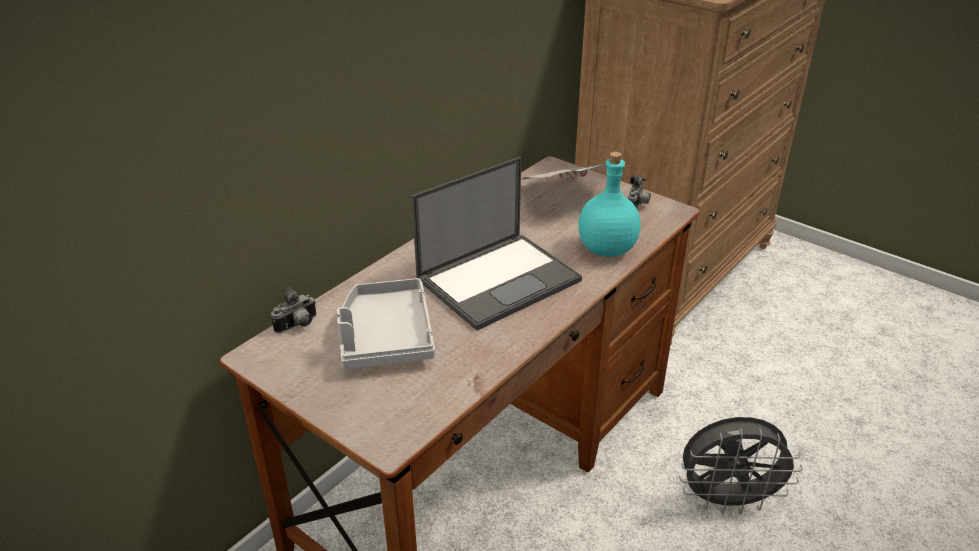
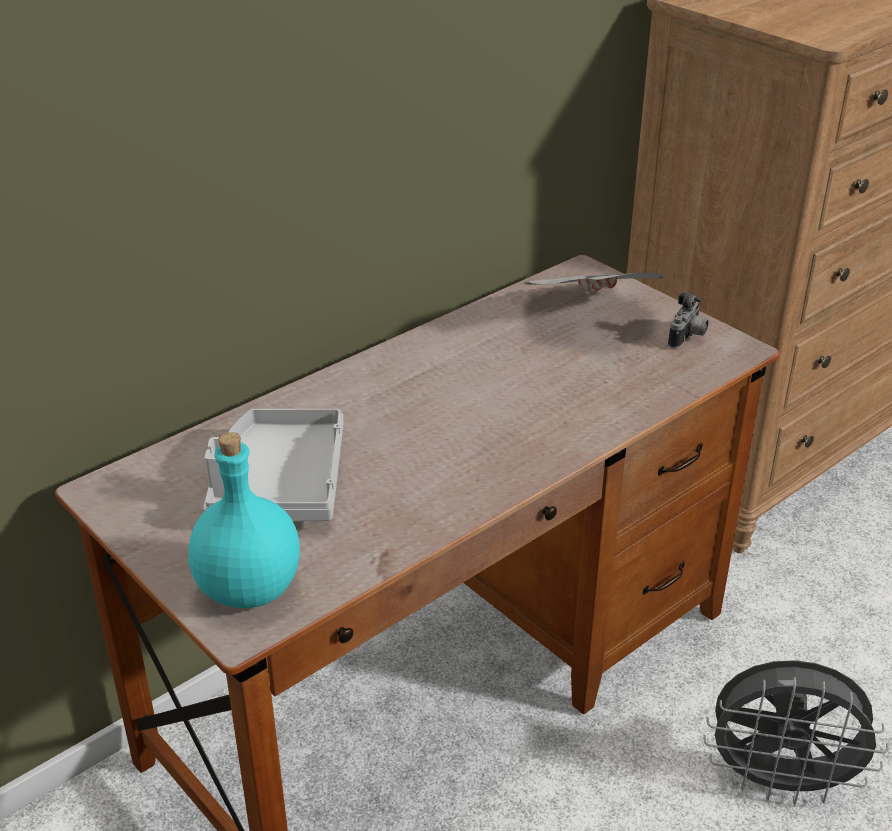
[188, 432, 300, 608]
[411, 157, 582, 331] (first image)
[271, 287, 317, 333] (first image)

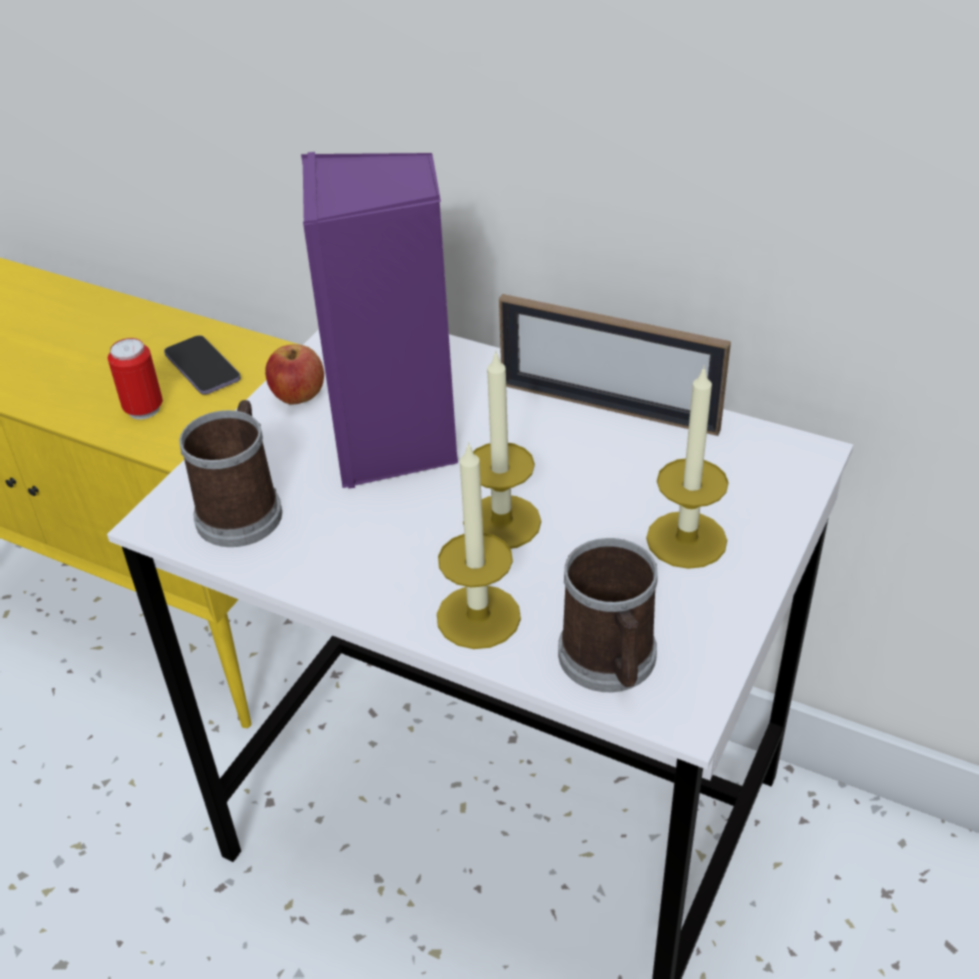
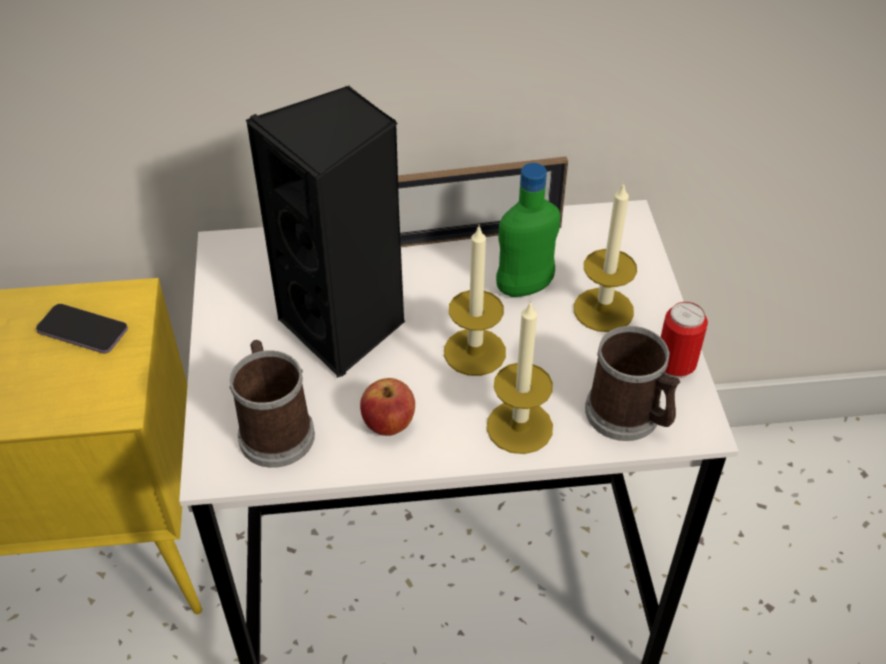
[246, 85, 405, 378]
[661, 302, 708, 378]
[360, 378, 415, 436]
[496, 163, 560, 297]

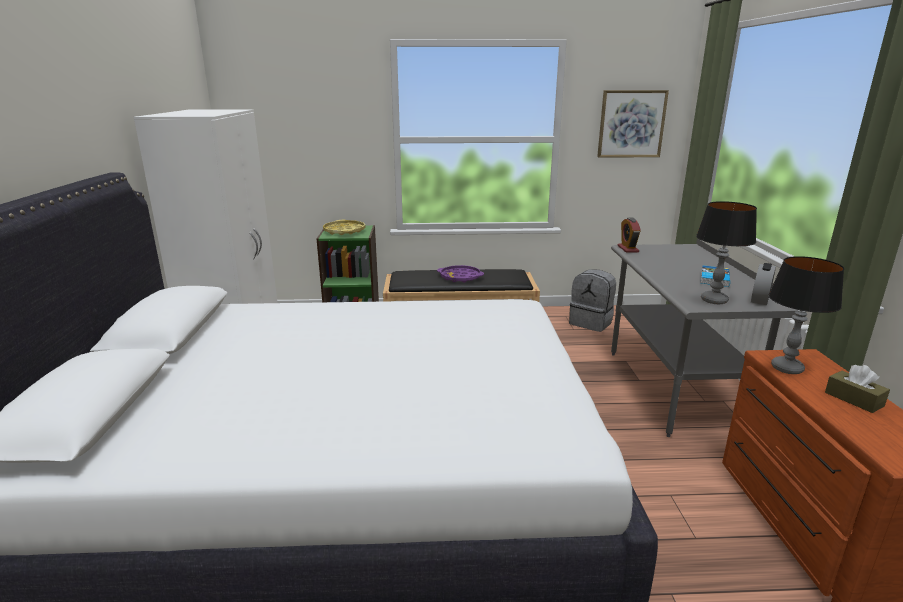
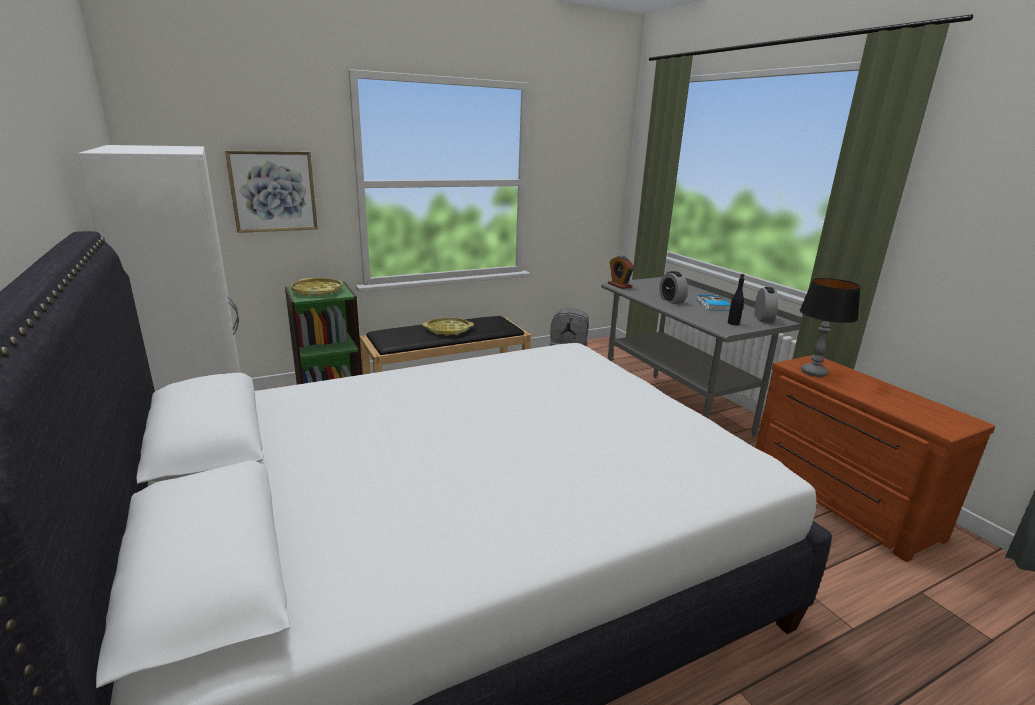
[225, 151, 318, 233]
[728, 274, 744, 325]
[422, 317, 474, 336]
[825, 365, 890, 413] (first image)
[659, 271, 688, 304]

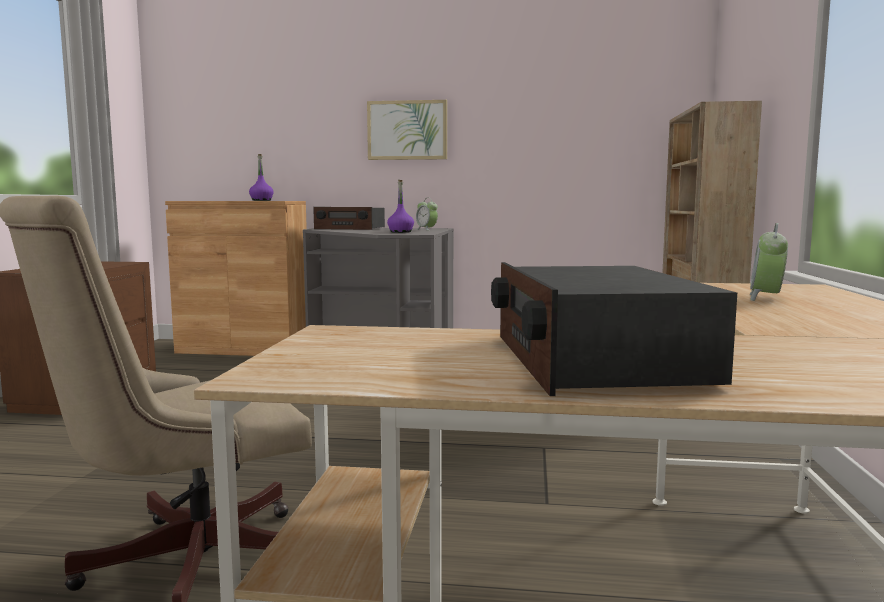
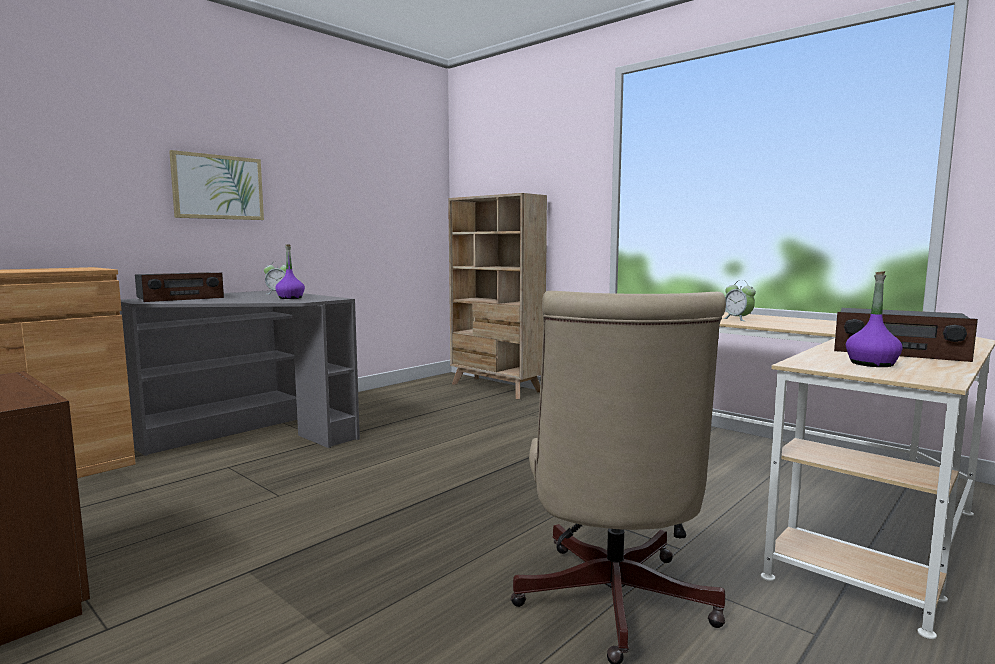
[846, 271, 903, 367]

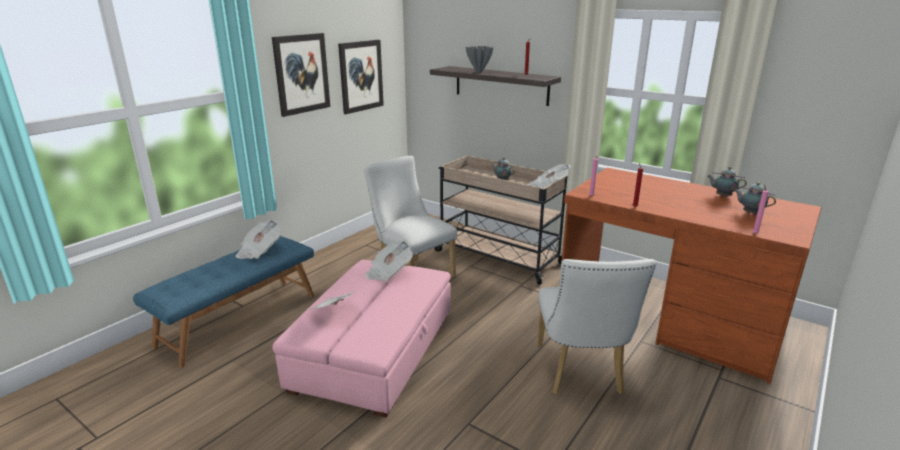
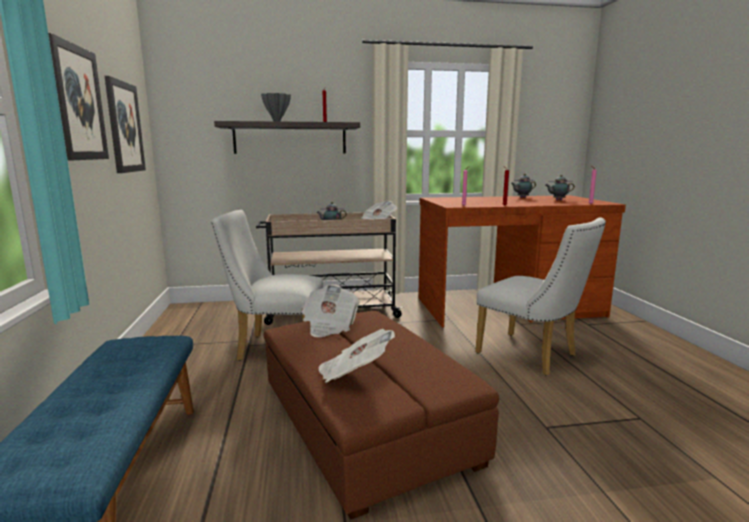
[236, 220, 281, 259] (first image)
[264, 311, 499, 519]

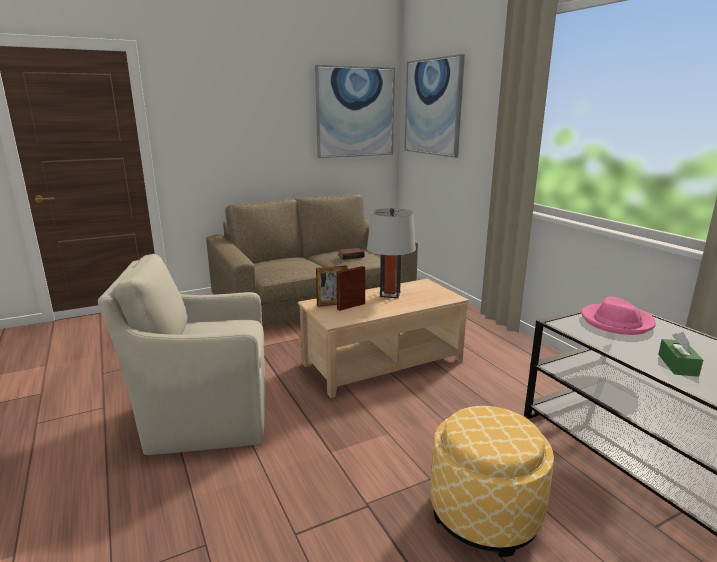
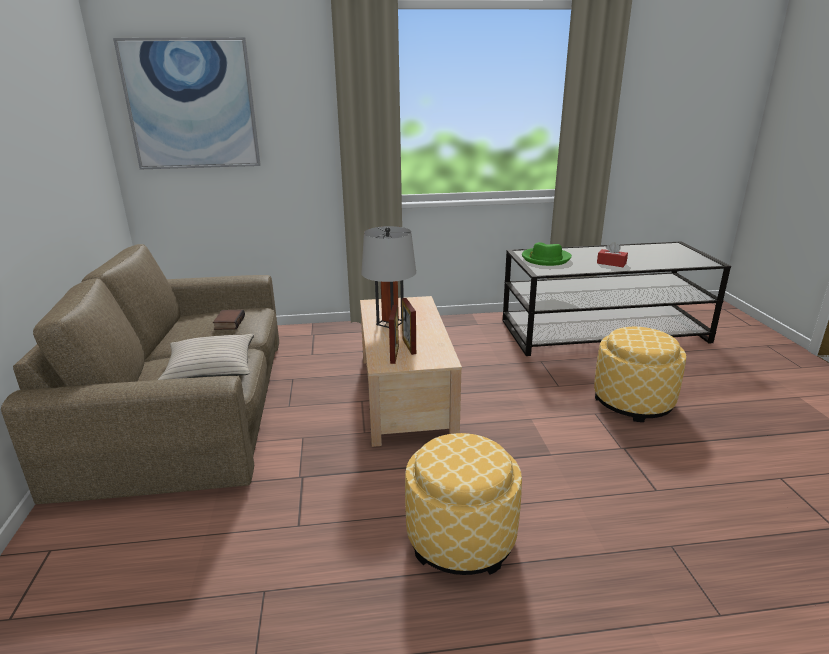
[315, 65, 395, 158] (first image)
[405, 433, 522, 575]
[522, 242, 572, 266]
[597, 242, 628, 267]
[158, 334, 254, 380]

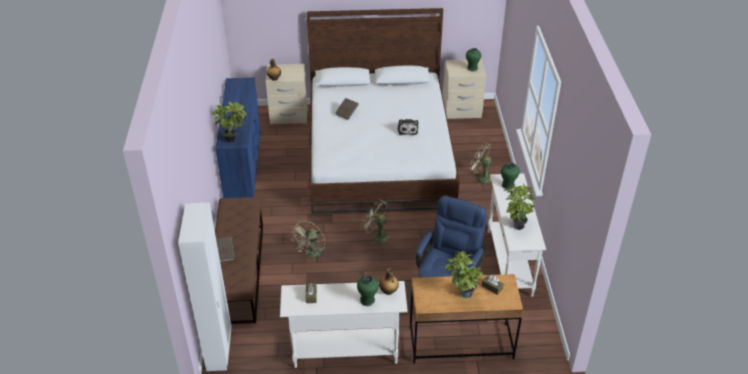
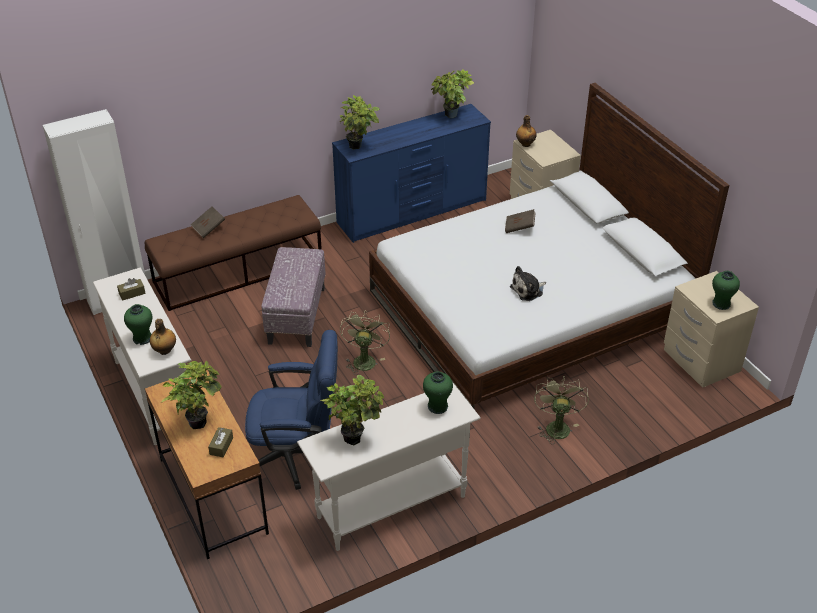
[261, 247, 326, 347]
[431, 69, 474, 118]

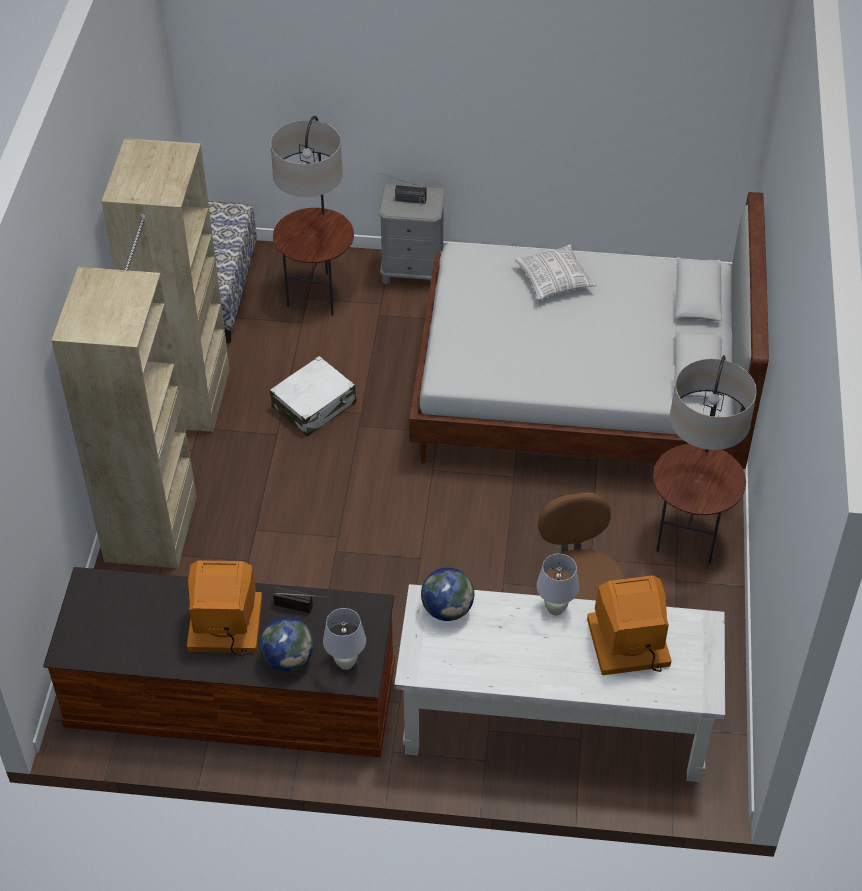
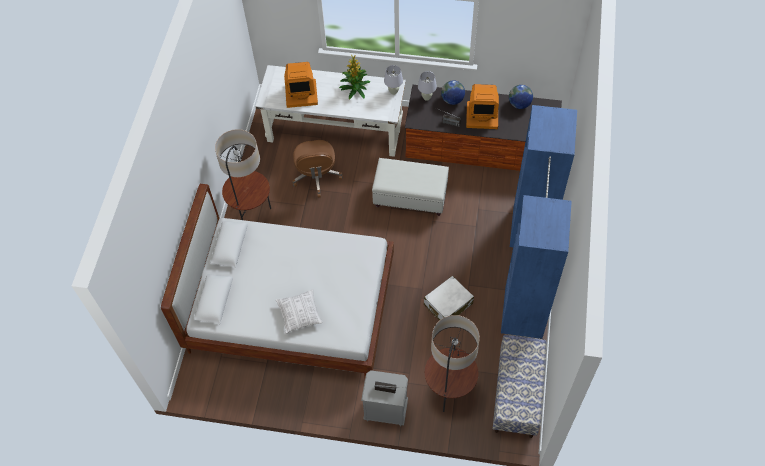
[501, 105, 577, 339]
[384, 65, 403, 95]
[509, 85, 533, 109]
[339, 55, 371, 100]
[372, 158, 449, 216]

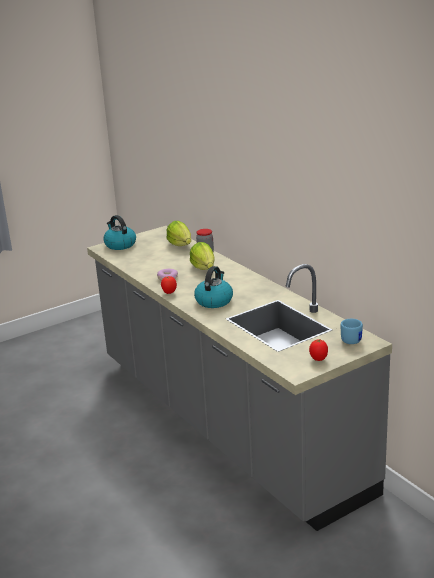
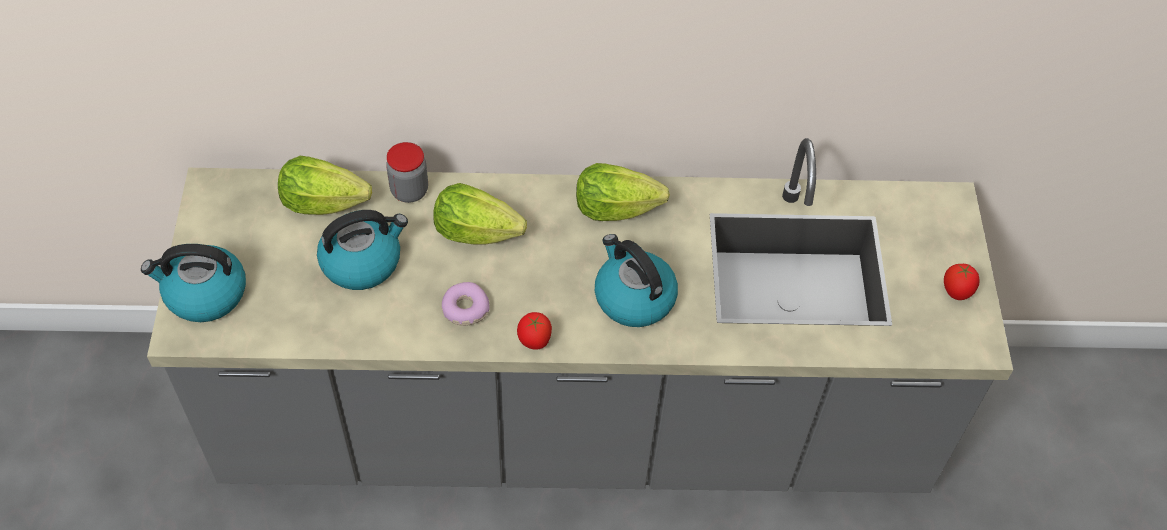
[341, 319, 363, 344] (first image)
[576, 163, 670, 221]
[317, 210, 408, 290]

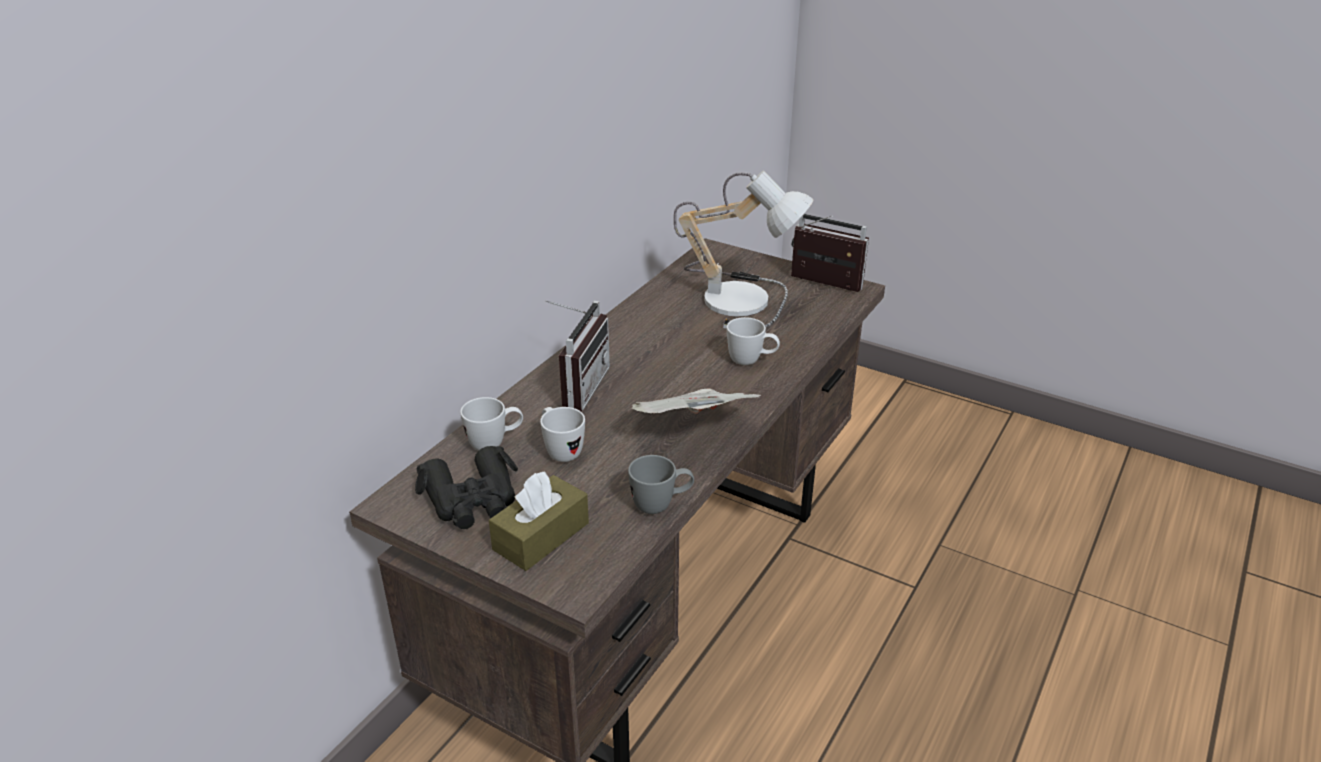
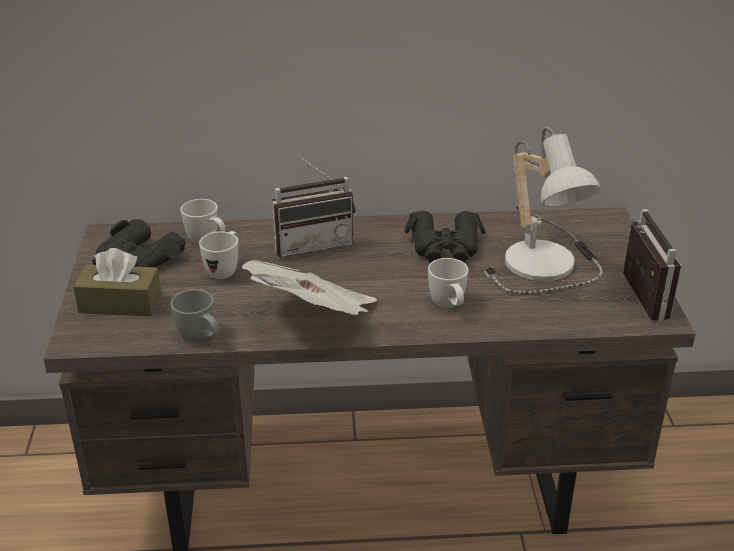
[404, 210, 486, 263]

